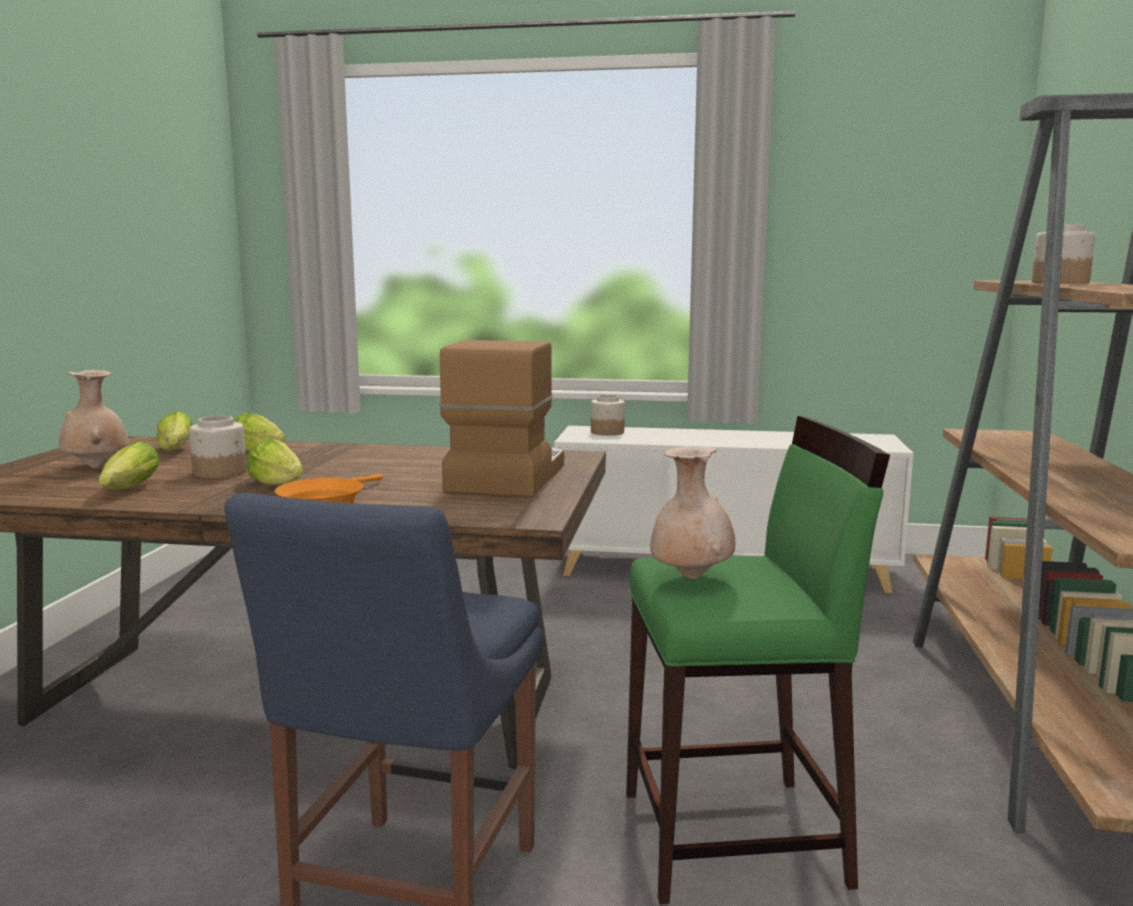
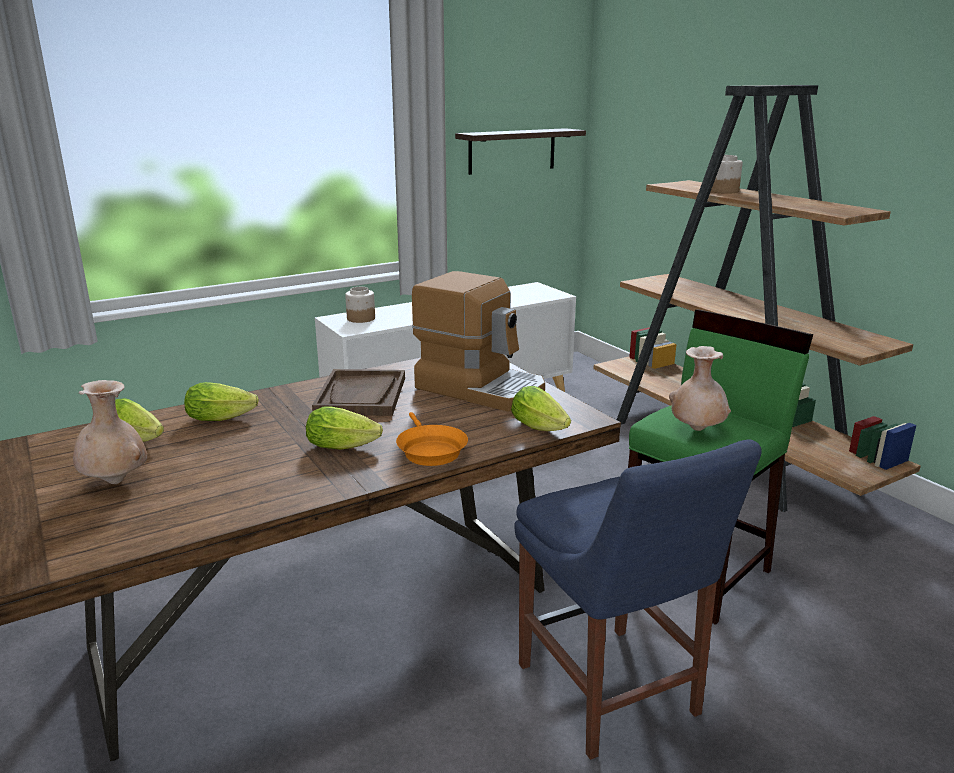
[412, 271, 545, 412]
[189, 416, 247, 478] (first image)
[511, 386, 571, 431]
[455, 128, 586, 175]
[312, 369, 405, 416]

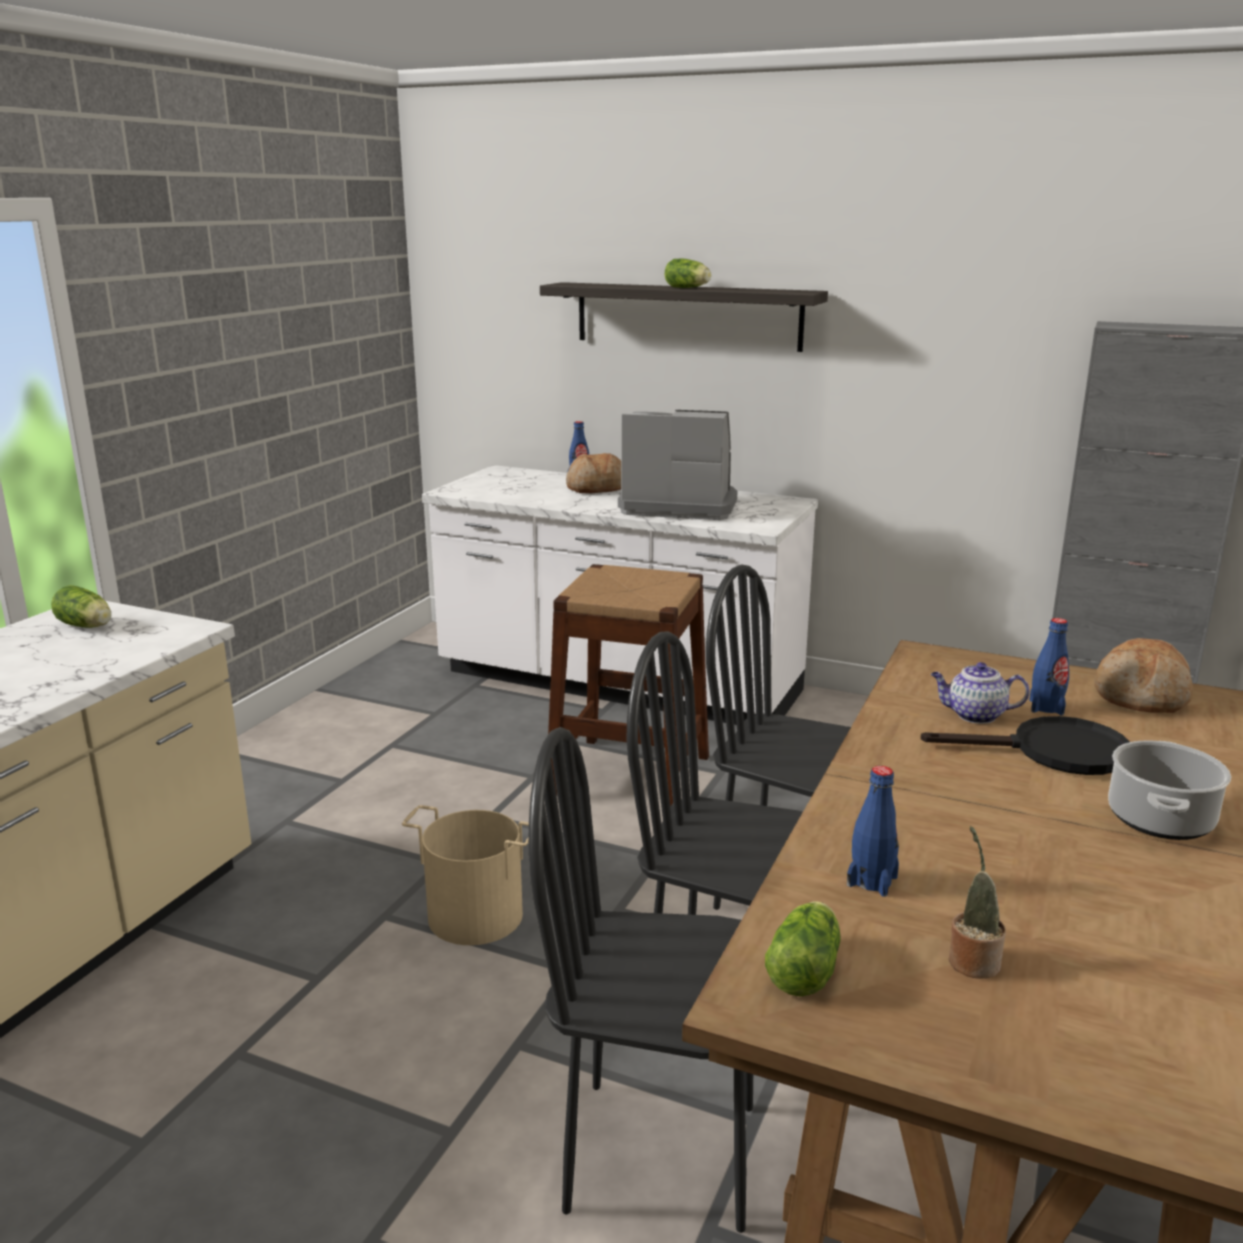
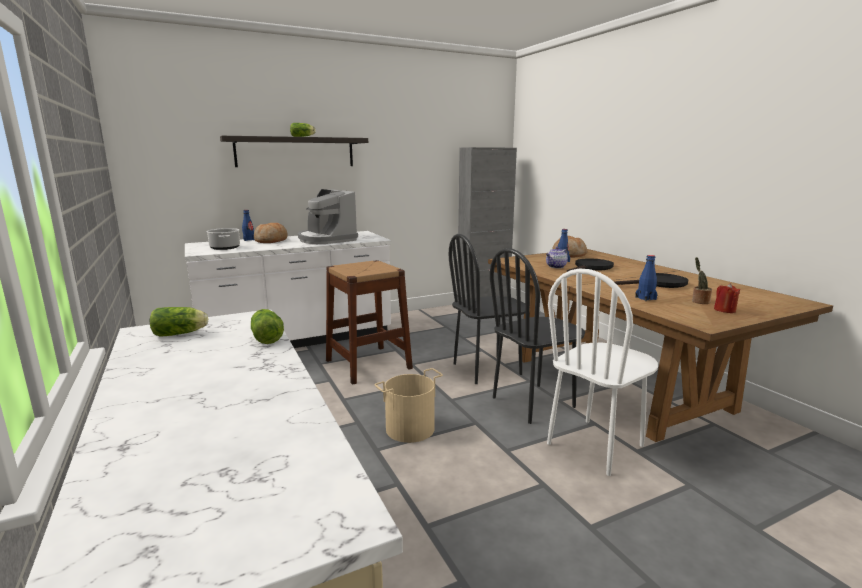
[298, 189, 358, 244]
[547, 268, 658, 476]
[206, 228, 240, 250]
[251, 309, 284, 344]
[614, 273, 688, 288]
[714, 283, 741, 313]

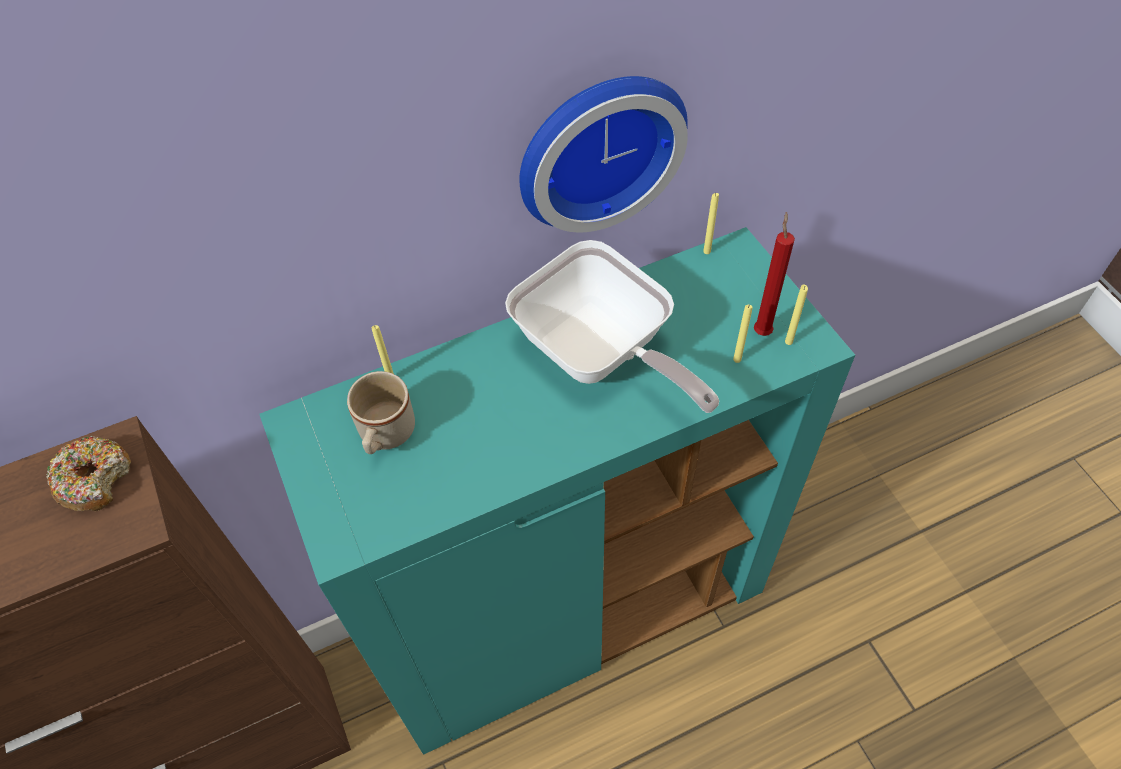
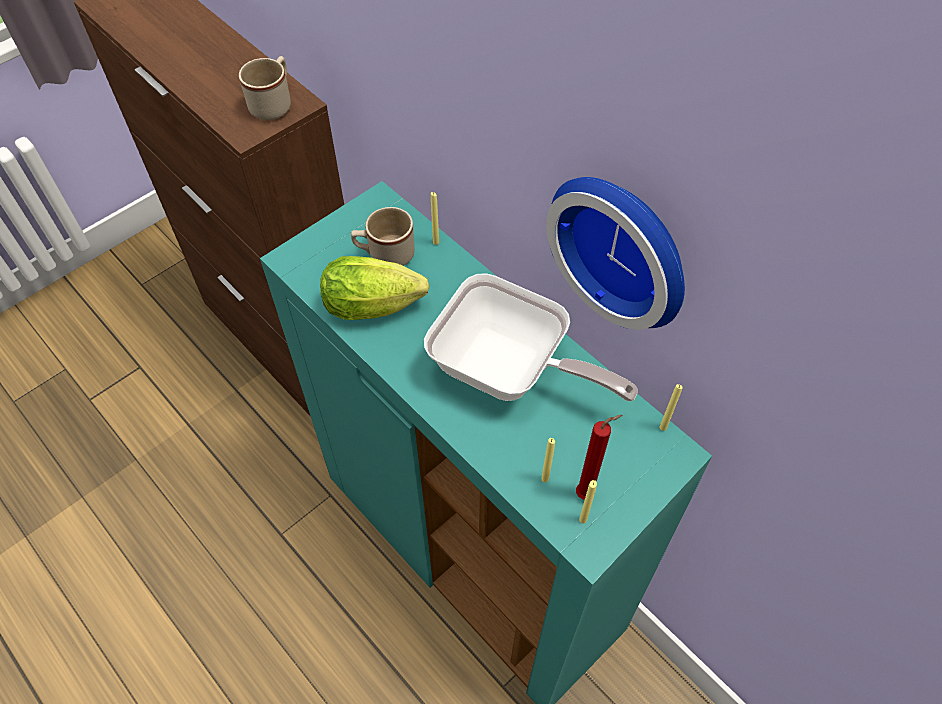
[424, 273, 638, 402]
[239, 56, 291, 120]
[320, 256, 429, 320]

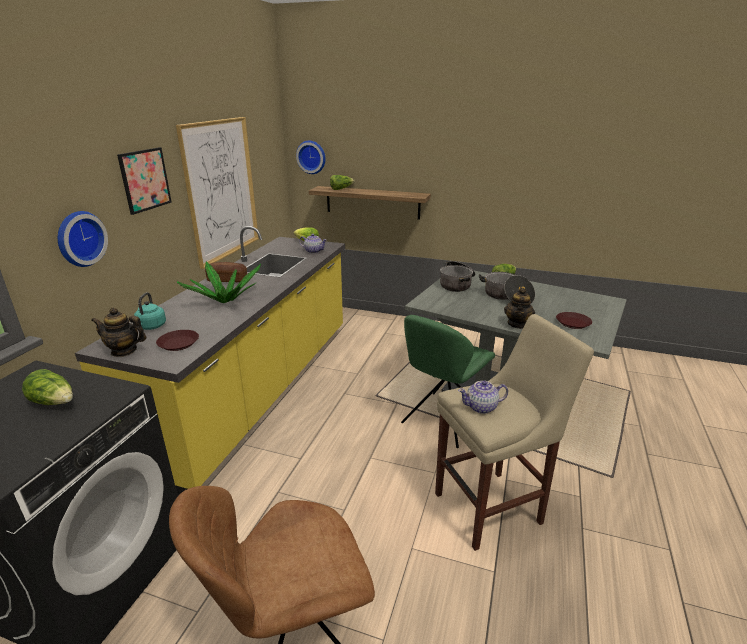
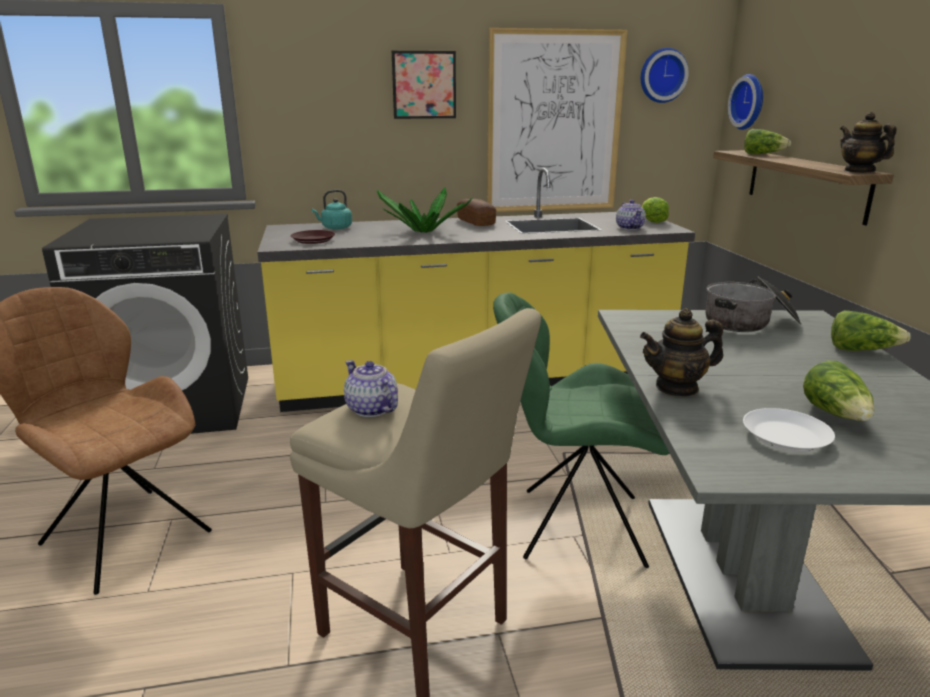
[641, 48, 689, 103]
[479, 272, 535, 304] (first image)
[840, 112, 897, 173]
[743, 408, 835, 452]
[803, 361, 874, 421]

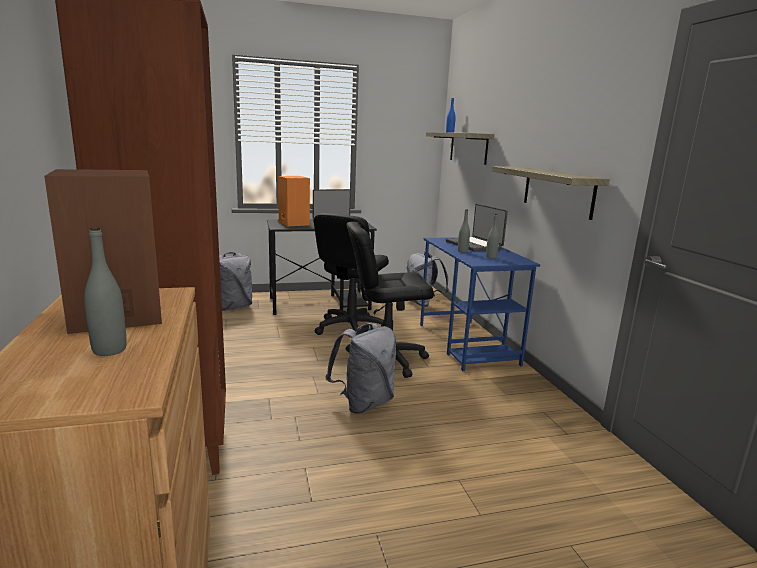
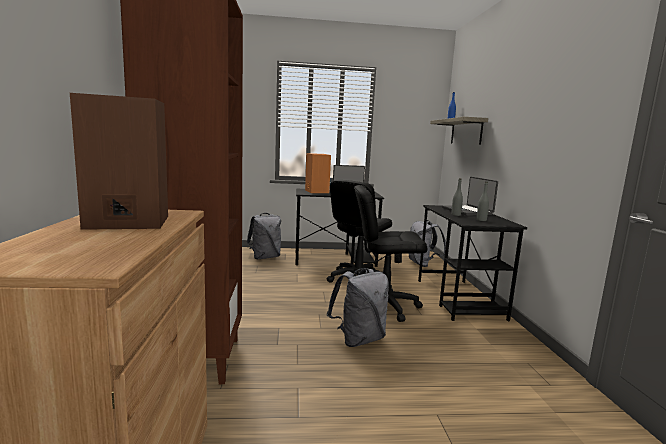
[492, 166, 610, 220] (first image)
[84, 227, 127, 356] (first image)
[418, 205, 527, 321]

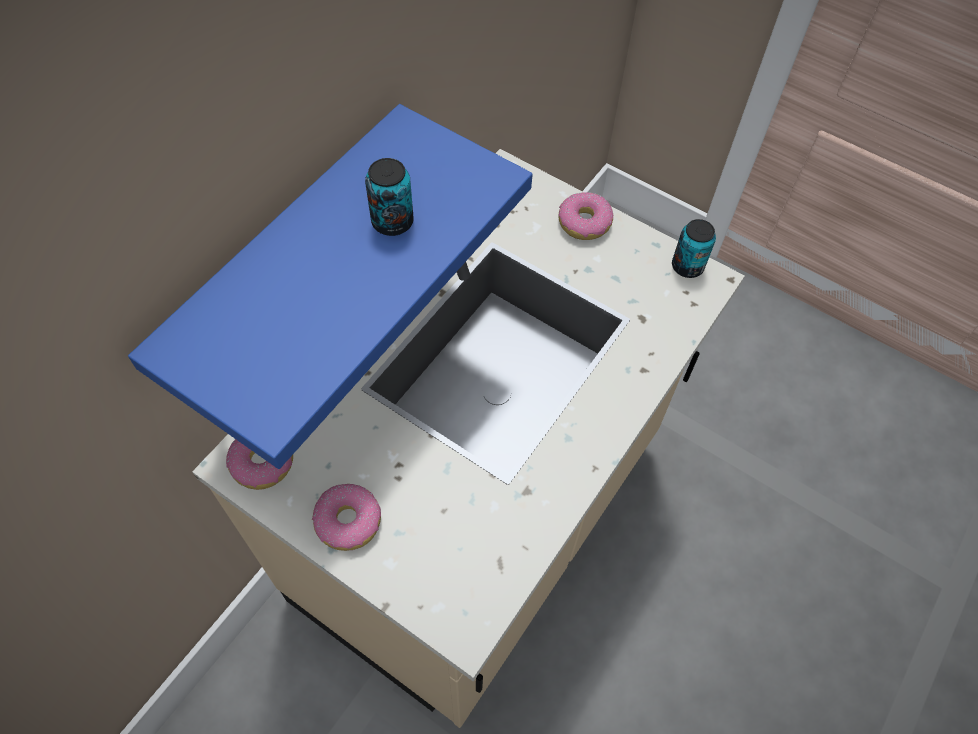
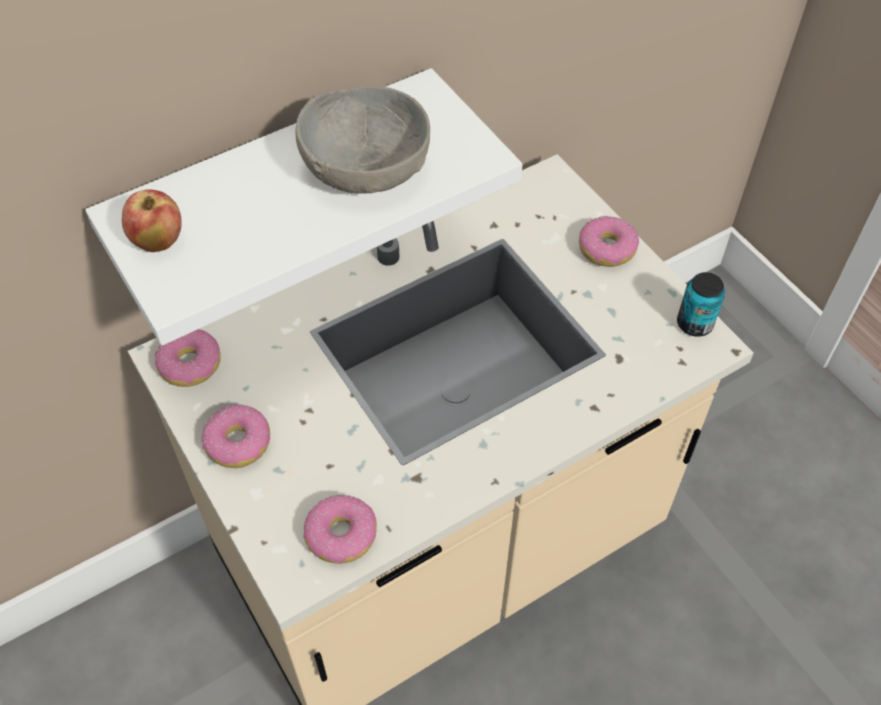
[85, 68, 523, 346]
[295, 85, 430, 194]
[122, 189, 182, 252]
[303, 495, 377, 564]

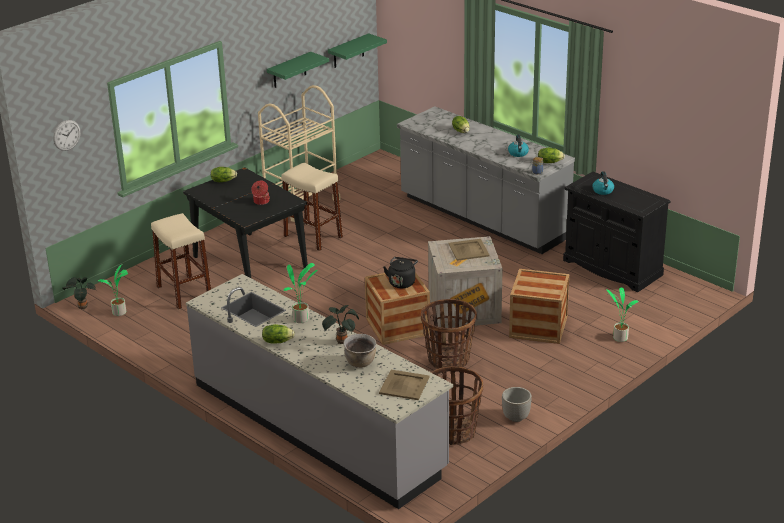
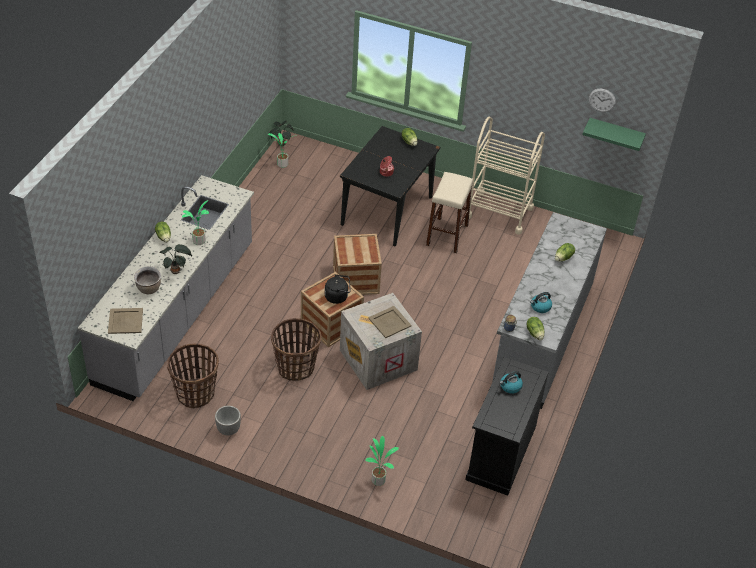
[267, 52, 329, 88] (first image)
[589, 89, 616, 112]
[151, 213, 211, 310] (first image)
[333, 234, 382, 295]

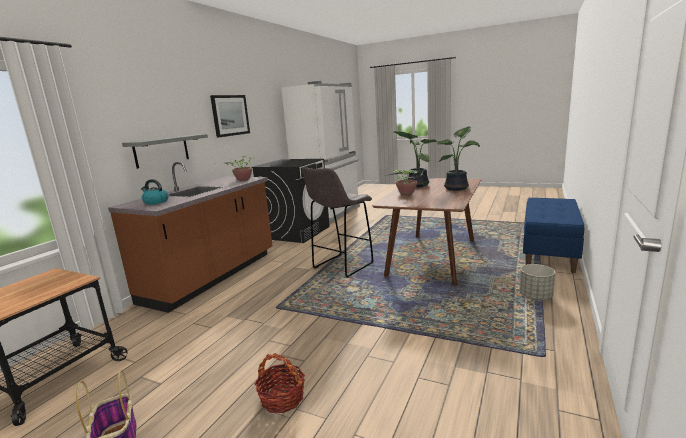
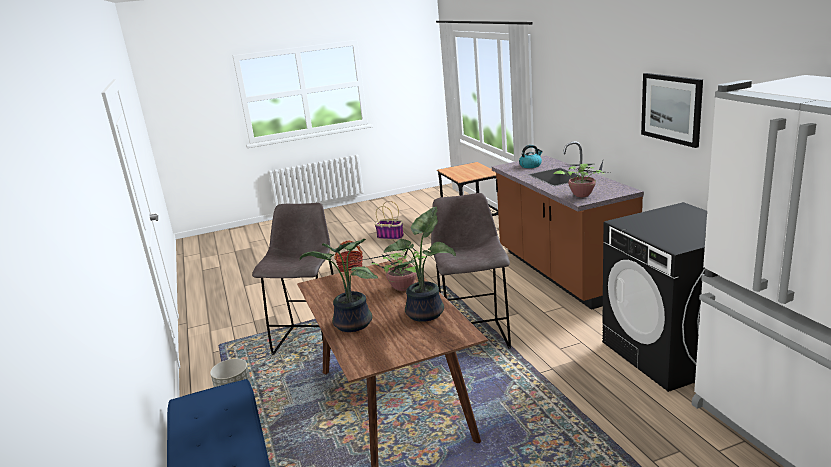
[122, 134, 208, 169] (first image)
[252, 203, 334, 355]

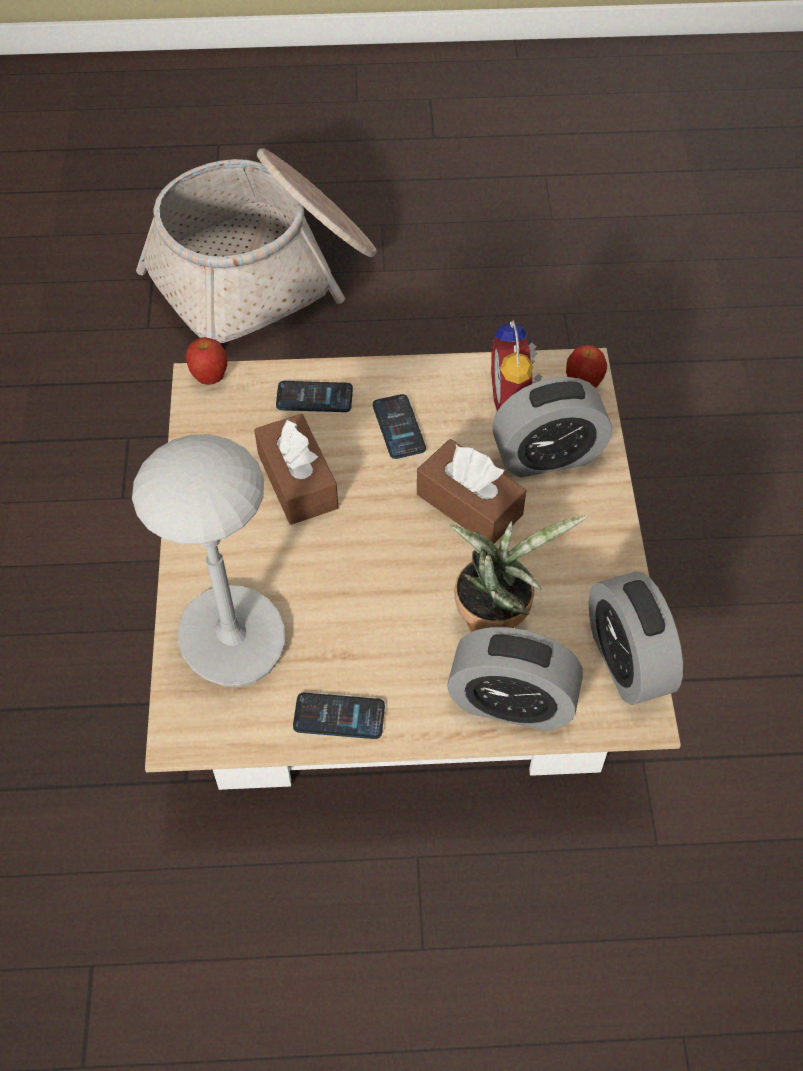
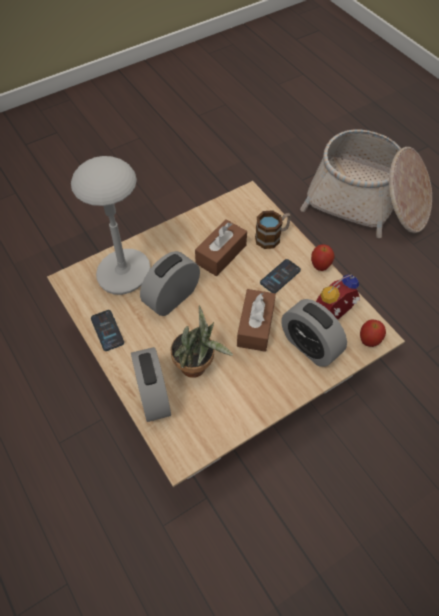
[311, 244, 335, 271]
[255, 210, 291, 249]
[140, 251, 200, 316]

